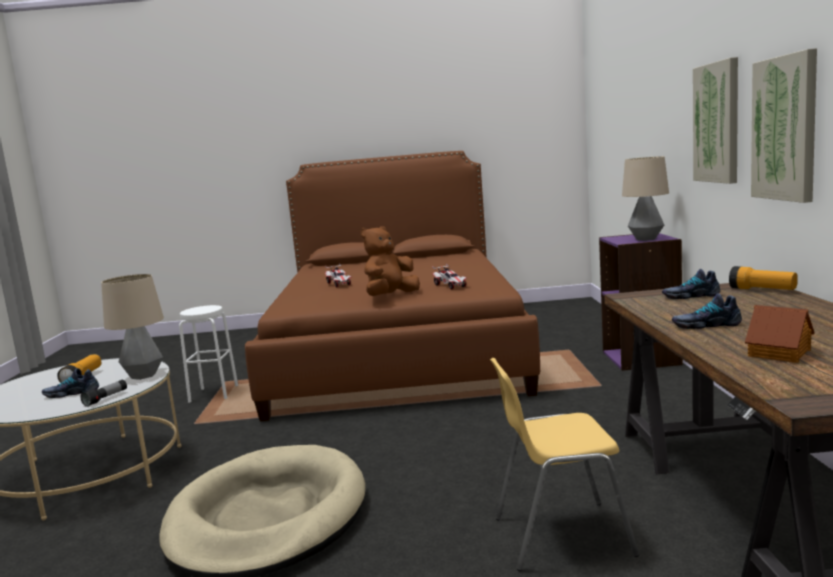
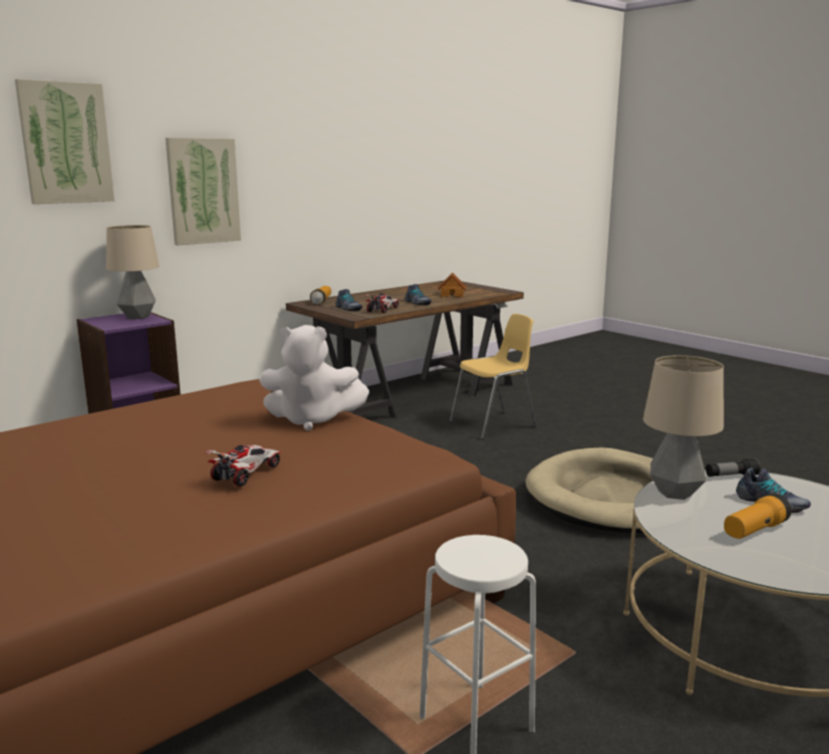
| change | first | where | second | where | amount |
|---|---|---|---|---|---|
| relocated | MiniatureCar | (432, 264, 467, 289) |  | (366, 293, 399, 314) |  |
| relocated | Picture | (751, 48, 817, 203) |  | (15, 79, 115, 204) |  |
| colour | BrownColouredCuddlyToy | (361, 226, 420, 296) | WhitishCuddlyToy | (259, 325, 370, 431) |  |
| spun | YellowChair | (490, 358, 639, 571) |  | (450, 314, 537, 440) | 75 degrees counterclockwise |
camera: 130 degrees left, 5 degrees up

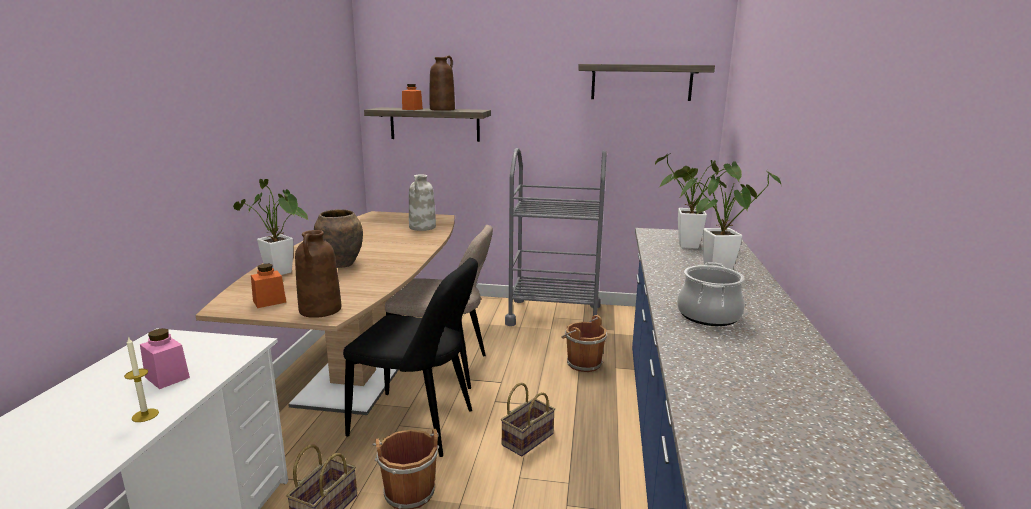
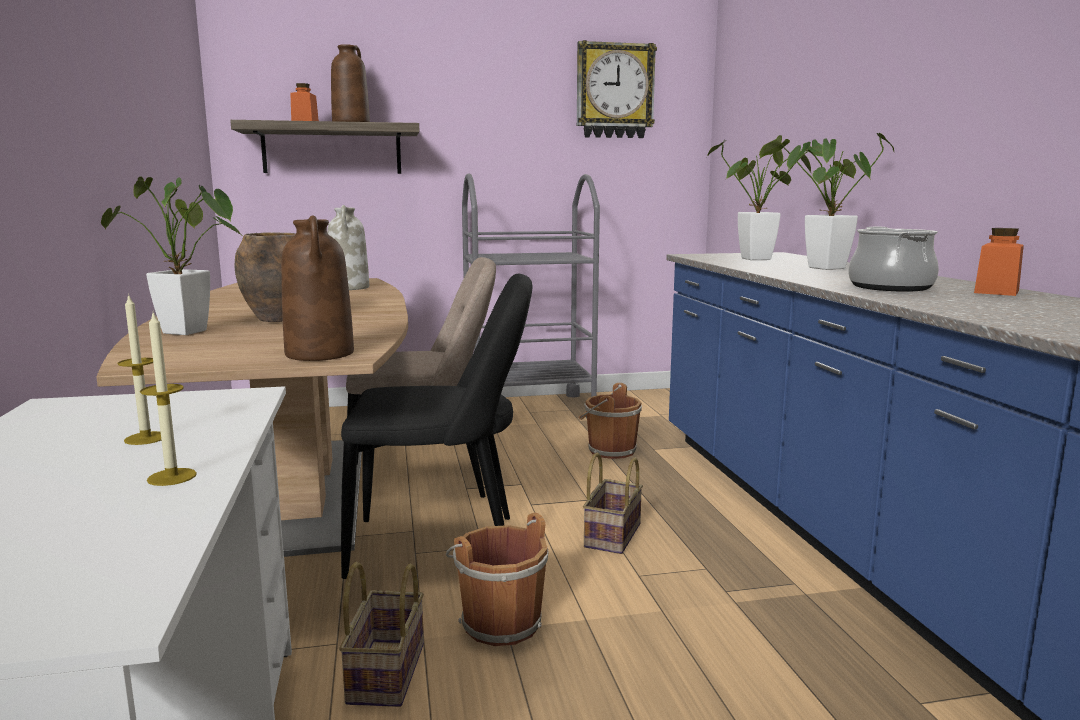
| change | first | where | second | where | amount |
|---|---|---|---|---|---|
| relocated | OrangeColouredPreserveJar | (251, 264, 286, 308) |  | (974, 228, 1024, 296) |  |
| exchanged | PinkColouredPreserveJar | (140, 328, 190, 389) | Candle | (118, 294, 162, 445) |  |
| exchanged | BracketShelf | (578, 64, 715, 101) | HangingClock | (577, 40, 657, 138) |  |
camera: 20 degrees left, 5 degrees down

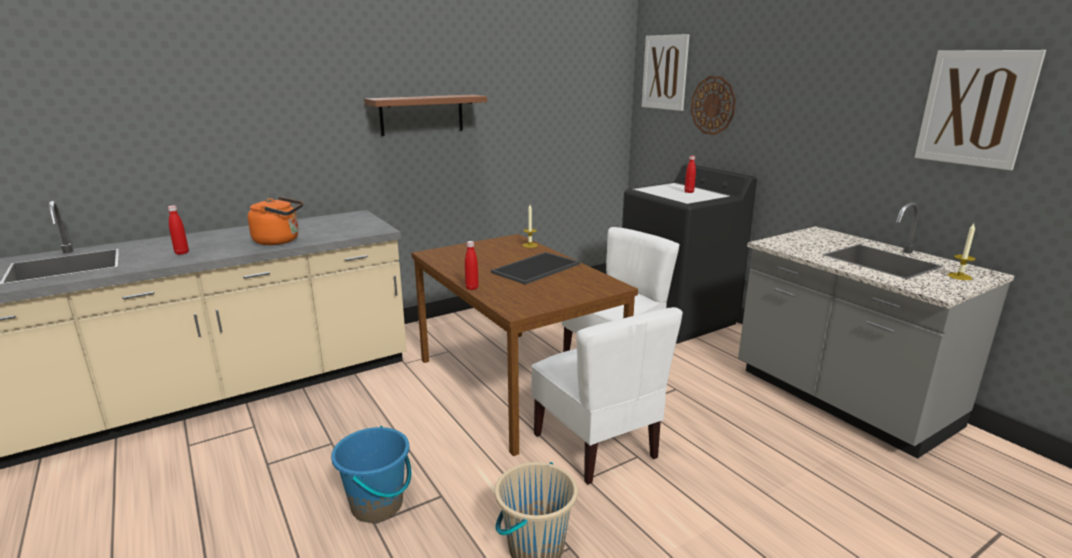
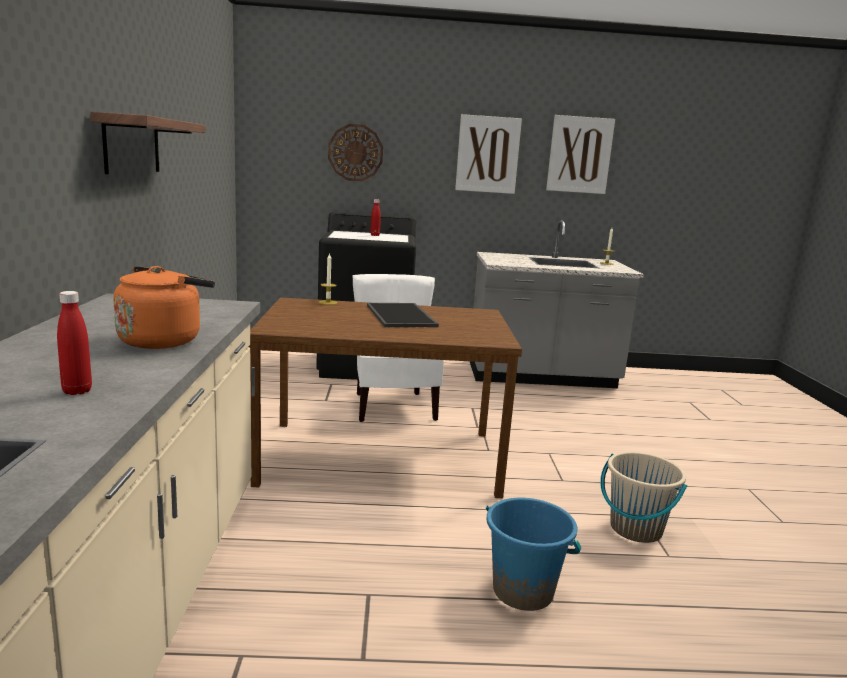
| change | first | where | second | where | amount |
|---|---|---|---|---|---|
| missing | ReddishBeverageBottle | (465, 241, 479, 290) |  |  |  |
| missing | WhitishChair | (531, 307, 683, 485) |  |  |  |
| relocated | Picture | (642, 34, 690, 111) |  | (455, 114, 522, 194) |  |
camera: 60 degrees left, 5 degrees down

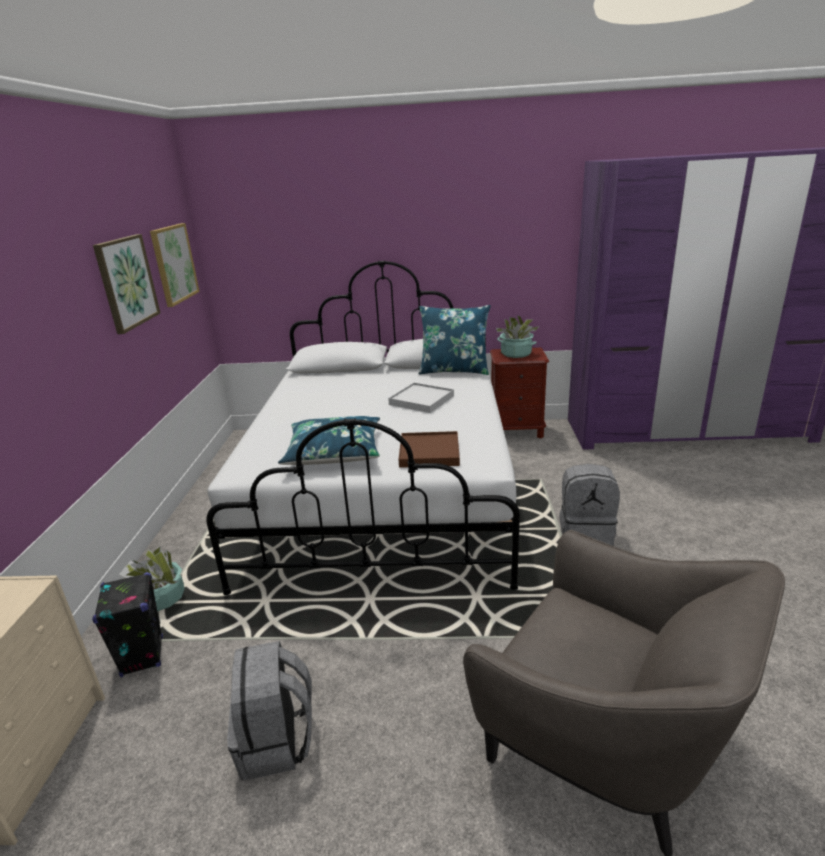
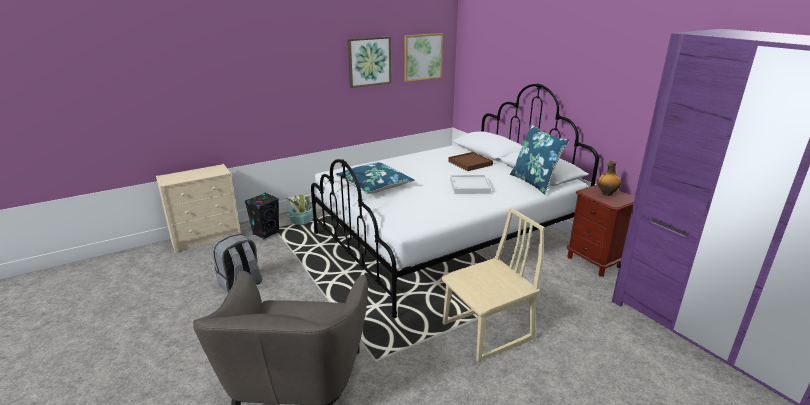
| change | first | where | second | where | amount |
|---|---|---|---|---|---|
| relocated | BrownColouredTray | (398, 431, 460, 468) |  | (448, 152, 493, 171) |  |
| exchanged | PottedPlant | (496, 315, 540, 358) | BeverageBottle | (597, 161, 621, 196) |  |
| exchanged | GreyBackpack | (559, 464, 620, 546) | SandColouredChair | (441, 208, 545, 362) |  |
camera: 55 degrees right, 0 degrees up

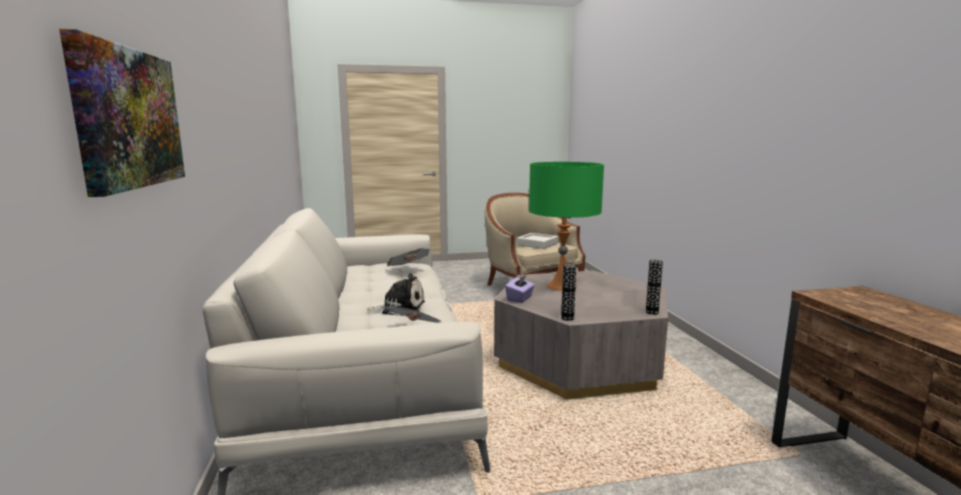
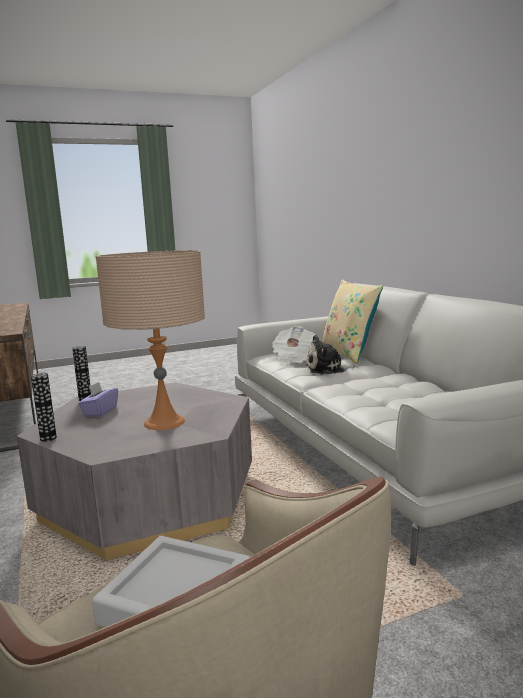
| change | first | where | second | where | amount |
|---|---|---|---|---|---|
| missing | Picture | (59, 29, 185, 197) |  |  |  |
| missing | Newspaper | (387, 248, 430, 266) |  |  |  |
| appeared |  |  | SandColouredPillow | (322, 279, 383, 364) |  |
| relocated | PurplishTissueHolder | (505, 274, 535, 303) |  | (78, 382, 118, 417) |  |
| relocated | Vase | (561, 264, 576, 321) |  | (31, 373, 57, 442) |  |
| colour | GreenTableLamp | (529, 162, 604, 291) | SandColouredTableLamp | (96, 250, 205, 430) |  |
camera: 170 degrees right, 0 degrees up

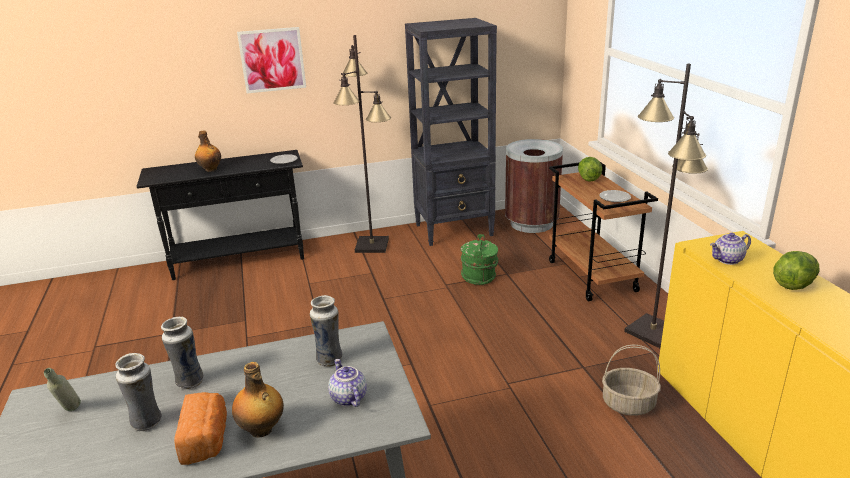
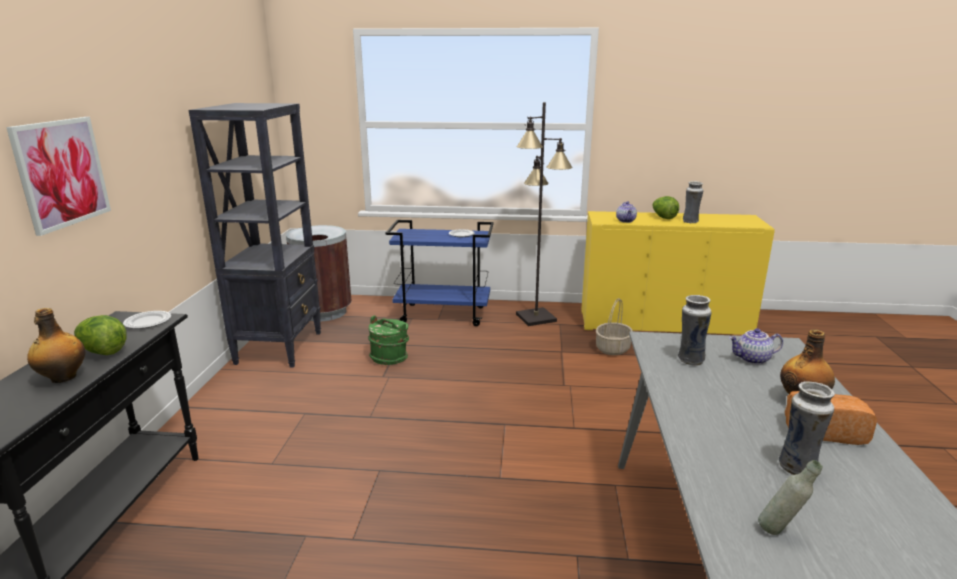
| change | first | where | second | where | amount |
|---|---|---|---|---|---|
| missing | BlackColouredFloorLamp | (333, 35, 391, 253) |  |  |  |
| relocated | Vase | (161, 317, 204, 389) |  | (683, 181, 703, 223) |  |
| relocated | HeadOfLettuce | (578, 157, 602, 182) |  | (74, 315, 127, 355) |  |
| colour | BrownColouredTrolley | (549, 162, 658, 301) | BlueColouredTrolley | (385, 220, 494, 326) |  |
camera: 70 degrees left, 5 degrees down

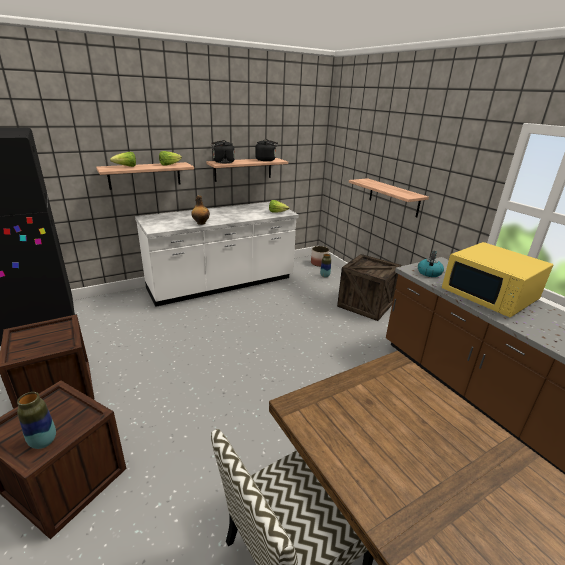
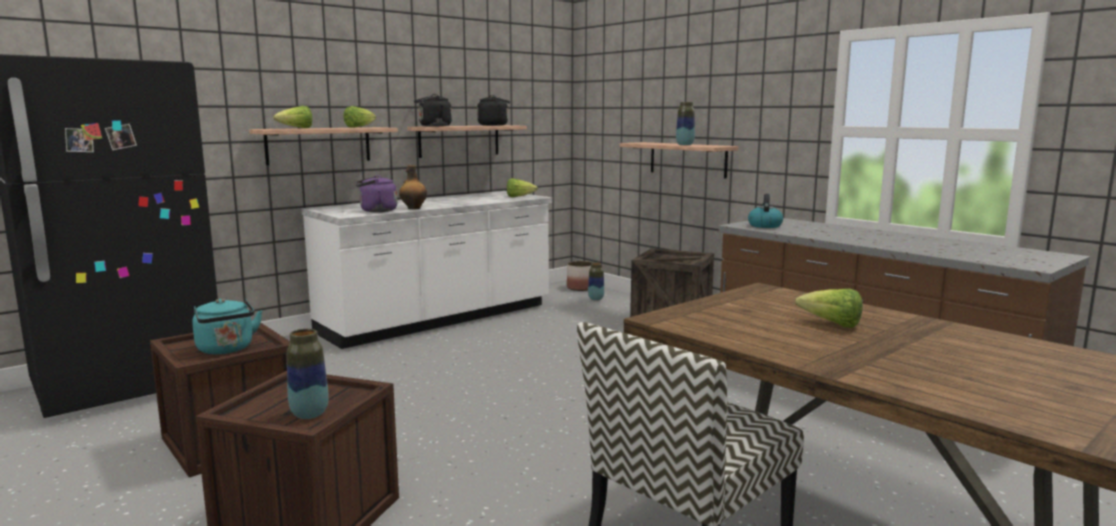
| change | first | where | second | where | amount |
|---|---|---|---|---|---|
| missing | YellowMicrowaveOven | (442, 242, 553, 317) |  |  |  |
| appeared |  |  | TurquoiseWaterKettle | (192, 298, 262, 354) |  |
| appeared |  |  | PurplishWaterKettle | (356, 175, 397, 212) |  |
| appeared |  |  | Vase | (676, 102, 695, 145) |  |
| appeared |  |  | HeadOfLettuce | (795, 289, 863, 328) |  |
camera: 10 degrees left, 15 degrees down

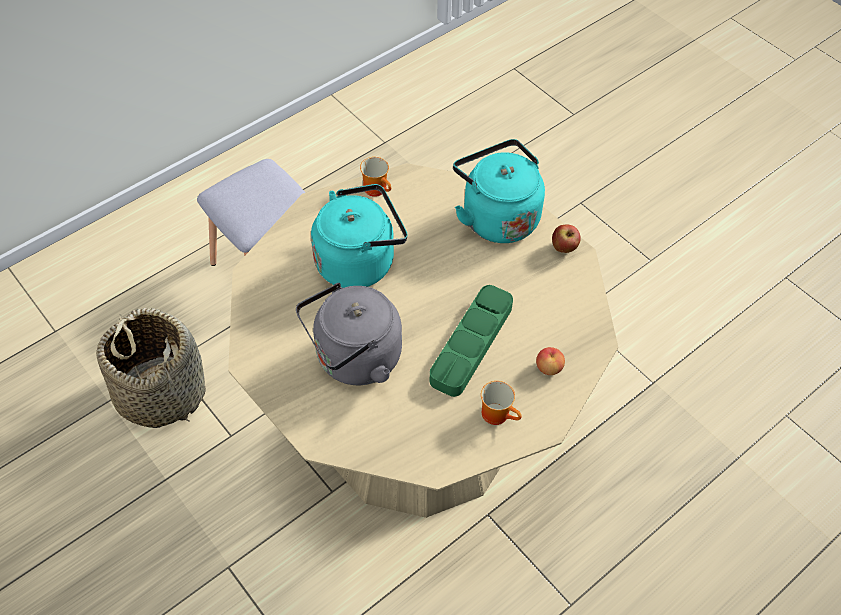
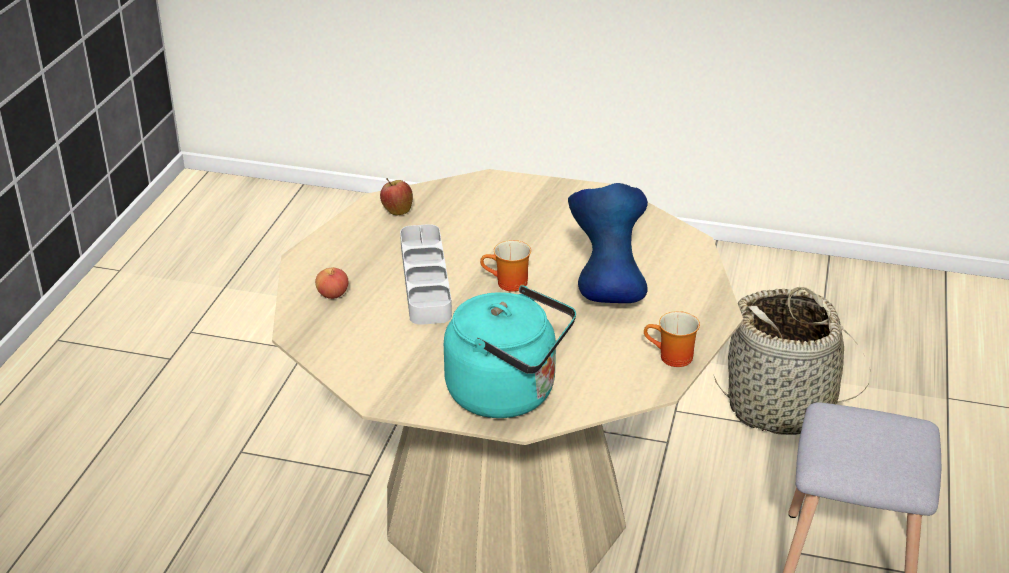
| change | first | where | second | where | amount |
|---|---|---|---|---|---|
| missing | GreyWaterKettle | (296, 283, 402, 385) |  |  |  |
| relocated | TeaMug | (481, 381, 522, 425) |  | (480, 240, 531, 292) |  |
| relocated | Apple | (552, 224, 581, 253) |  | (380, 178, 413, 215) |  |
| exchanged | TurquoiseWaterKettle | (311, 184, 408, 288) | BlueColouredVase | (568, 183, 648, 303) |  |
| colour | GreenTray | (430, 285, 513, 397) | GreyTray | (400, 224, 452, 325) |  |
camera: 145 degrees right, 20 degrees down

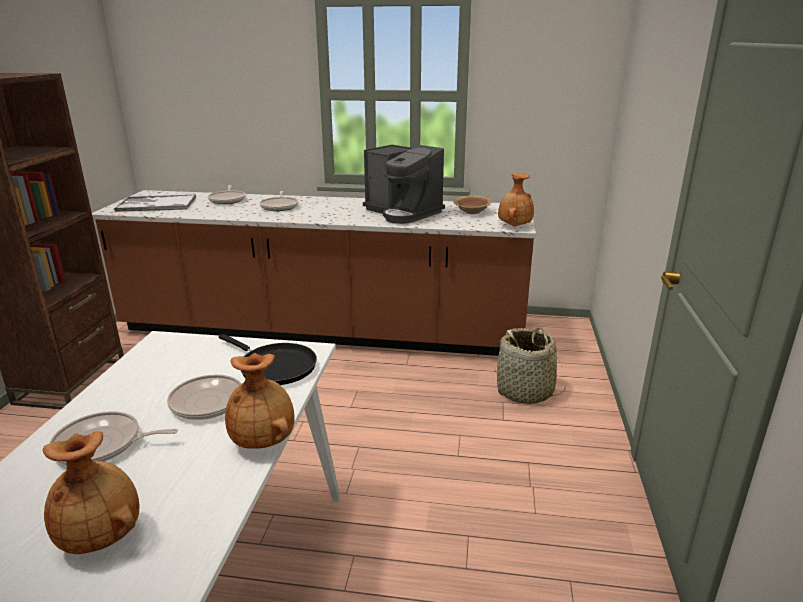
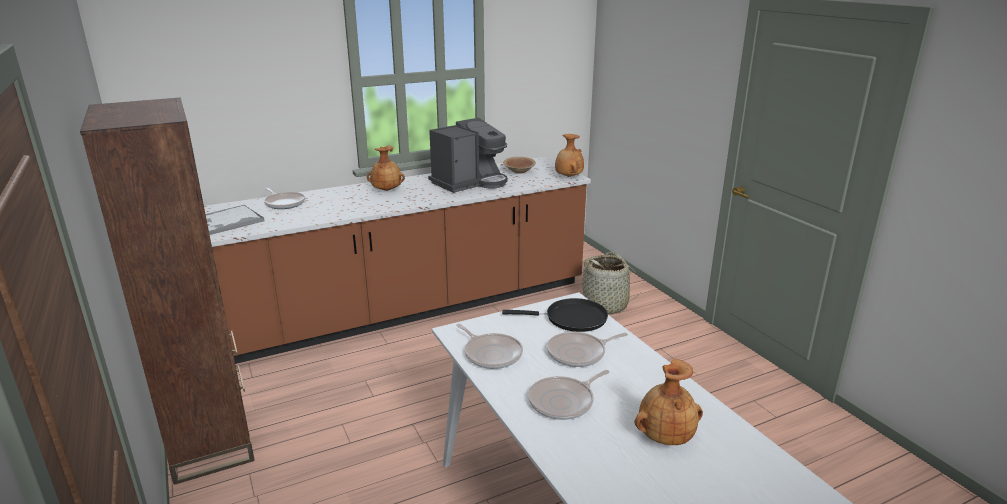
| change | first | where | second | where | amount |
|---|---|---|---|---|---|
| relocated | BrownColouredVase | (225, 353, 295, 449) |  | (367, 145, 405, 191) |  |
| relocated | Skillet | (260, 191, 299, 211) |  | (456, 324, 523, 369) |  |
| spun | CoffeeMaker | (363, 145, 445, 224) |  | (428, 118, 507, 193) | 45 degrees counterclockwise |
camera: 35 degrees left, 0 degrees up

